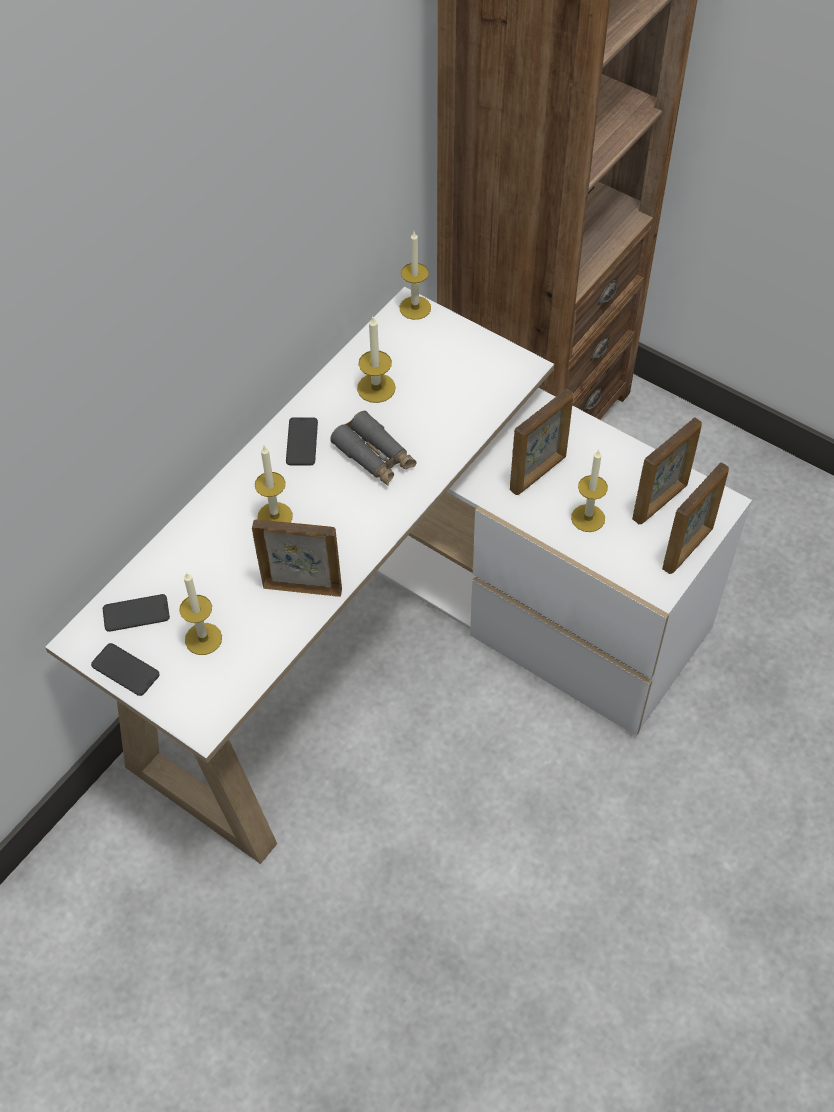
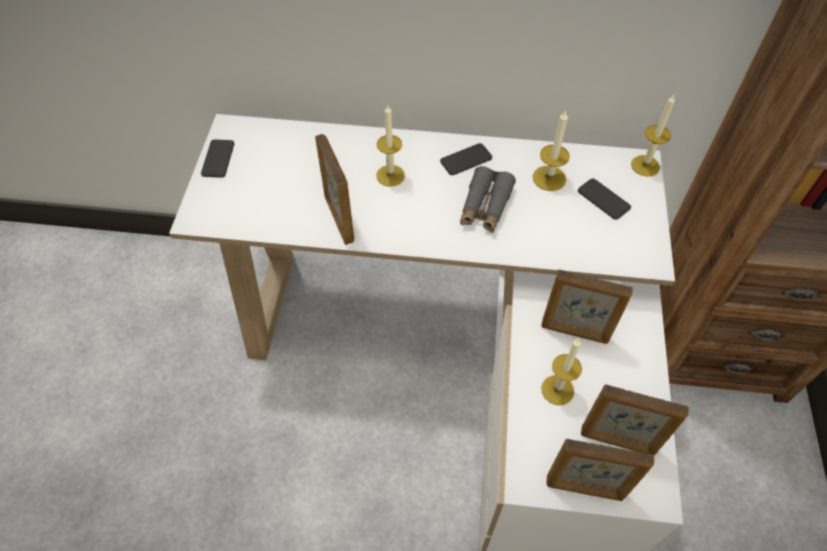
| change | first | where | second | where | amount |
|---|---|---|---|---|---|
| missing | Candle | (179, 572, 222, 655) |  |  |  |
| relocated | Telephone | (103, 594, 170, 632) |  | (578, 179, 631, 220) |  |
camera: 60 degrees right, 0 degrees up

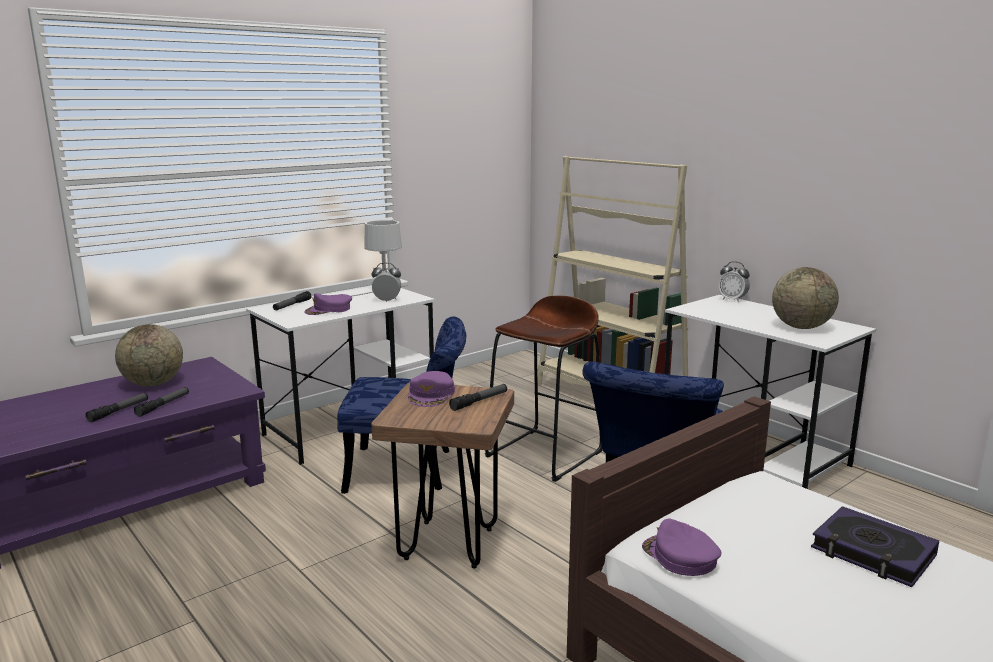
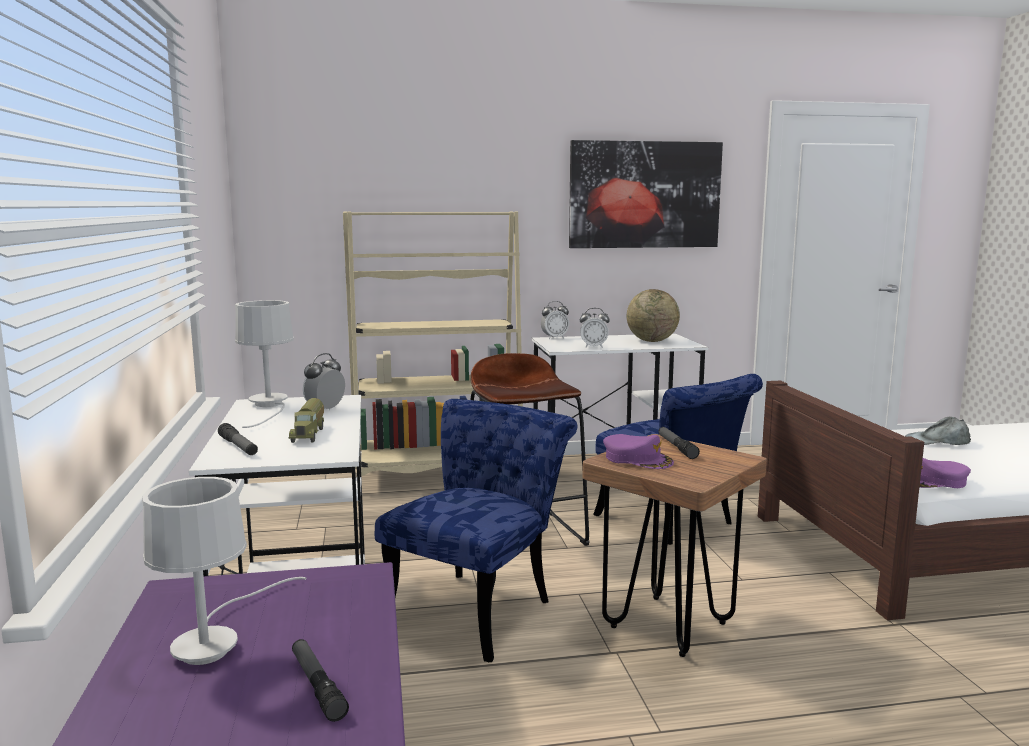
| change | first | where | second | where | amount |
|---|---|---|---|---|---|
| missing | Torch | (134, 387, 189, 417) |  |  |  |
| appeared |  |  | Picture | (569, 140, 723, 248) |  |
| appeared |  |  | AlarmClock | (580, 308, 610, 348) |  |
| exchanged | WorldGlobe | (115, 324, 183, 387) | WhitishTableLamp | (142, 477, 306, 665) |  |
| exchanged | PurplishPeakedCap | (304, 293, 352, 315) | ModelTruck | (288, 398, 324, 443) |  |
| exchanged | Volume | (811, 506, 939, 587) | GreyPeakedCap | (905, 417, 971, 445) |  |
camera: 60 degrees left, 5 degrees down

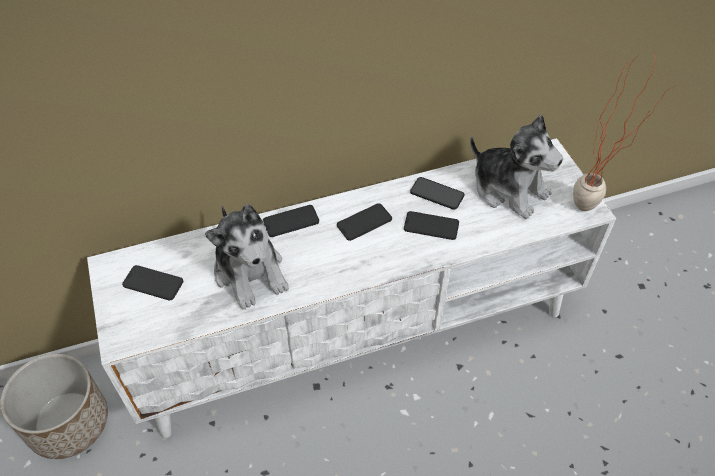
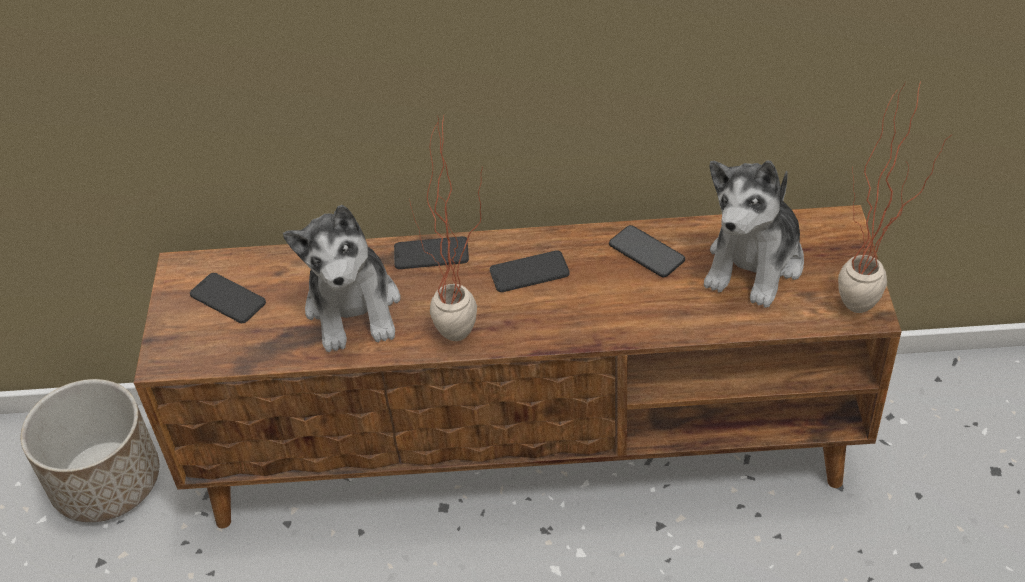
| change | first | where | second | where | amount |
|---|---|---|---|---|---|
| missing | Telephone | (404, 211, 459, 240) |  |  |  |
| appeared |  |  | PottedPlant | (410, 116, 483, 341) |  |
| colour | WhitishMediaConsole | (87, 138, 616, 438) | BrownColouredMediaConsole | (134, 205, 902, 528) |  |
| spun | CuddlyToy | (470, 115, 563, 219) |  | (704, 160, 804, 308) | 60 degrees clockwise |
camera: 20 degrees right, 5 degrees down

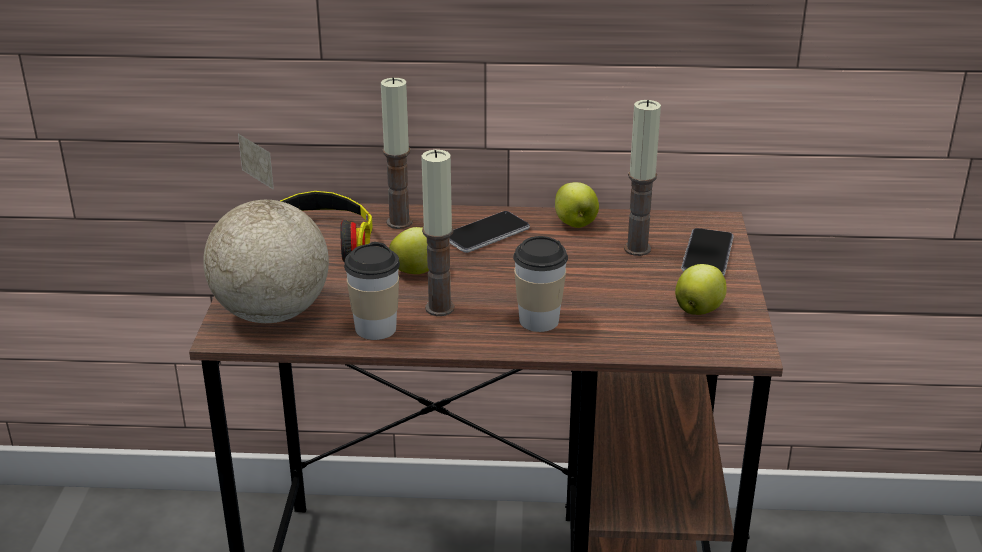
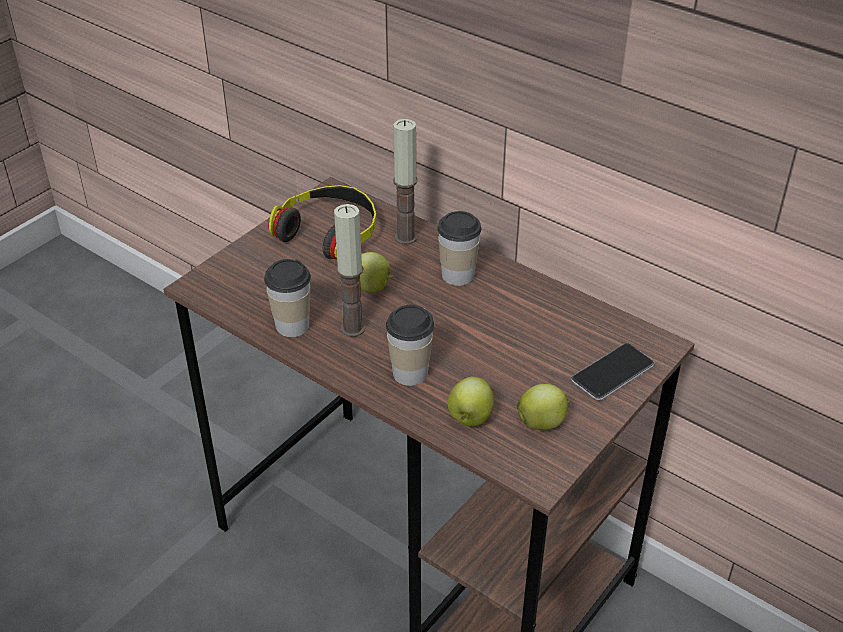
| change | first | where | second | where | amount |
|---|---|---|---|---|---|
| missing | WorldGlobe | (203, 134, 329, 323) |  |  |  |
| missing | Candle | (624, 100, 661, 256) |  |  |  |
| relocated | Apple | (555, 182, 599, 228) |  | (448, 376, 494, 426) |  |
| exchanged | Telephone | (449, 211, 530, 253) | DrinkingCup | (438, 211, 481, 286) |  |
camera: 35 degrees right, 10 degrees up

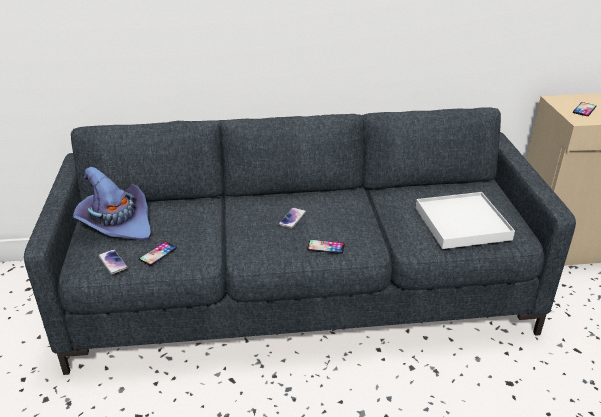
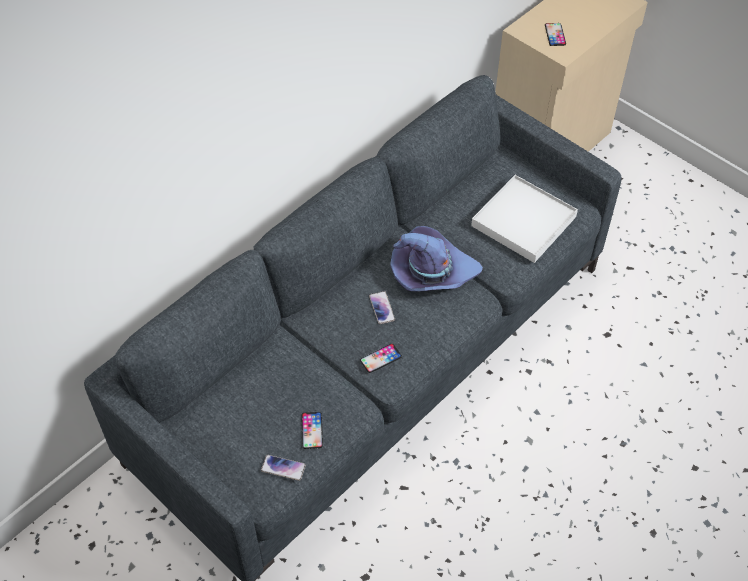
| change | first | where | second | where | amount |
|---|---|---|---|---|---|
| relocated | PurplishClothingHat | (73, 167, 151, 241) |  | (390, 226, 483, 292) |  |
| relocated | Telephone | (307, 239, 345, 254) |  | (360, 344, 402, 373) |  |
camera: 40 degrees left, 20 degrees up

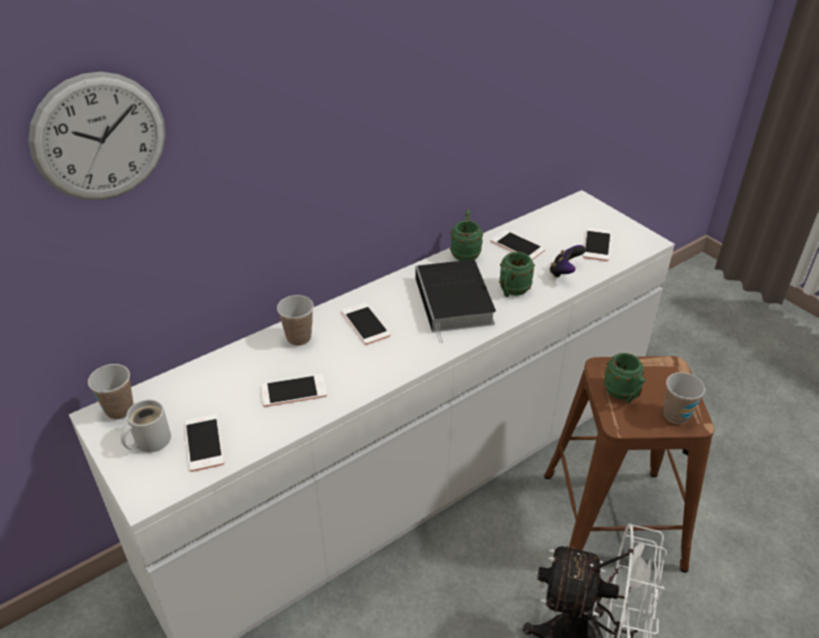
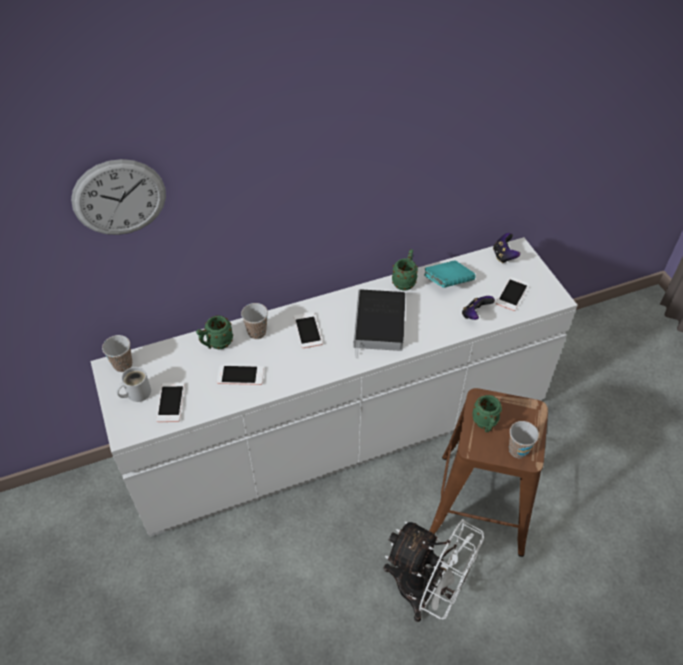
| change | first | where | second | where | amount |
|---|---|---|---|---|---|
| appeared |  |  | Gamepad | (493, 233, 520, 263) |  |
| relocated | GreenTeaMug | (499, 252, 535, 297) |  | (196, 316, 233, 349) |  |
| exchanged | Telephone | (490, 230, 545, 260) | TurquoiseVolume | (424, 261, 476, 288) |  |
camera: 15 degrees right, 10 degrees up

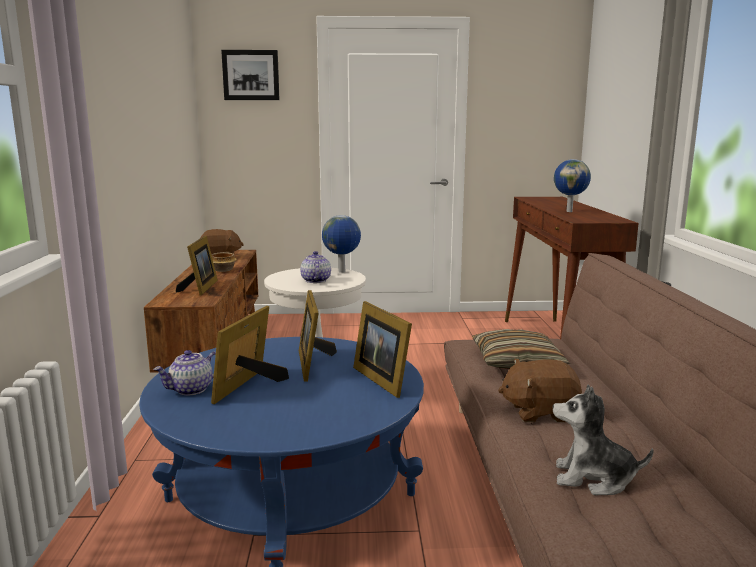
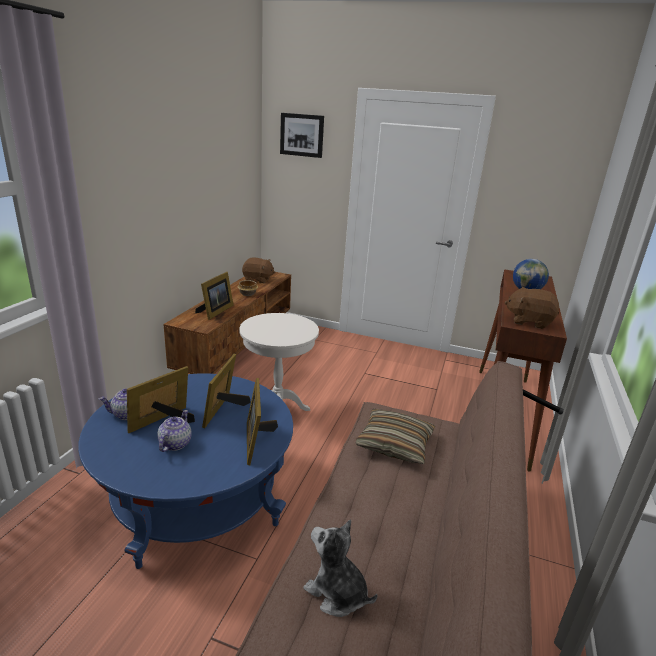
| change | first | where | second | where | amount |
|---|---|---|---|---|---|
| missing | WorldGlobe | (322, 215, 361, 273) |  |  |  |
| relocated | Teapot | (300, 251, 331, 283) |  | (157, 410, 192, 452) |  |
| relocated | BrownColouredCuddlyToy | (498, 359, 582, 422) |  | (504, 287, 559, 329) |  |
camera: 20 degrees right, 10 degrees up

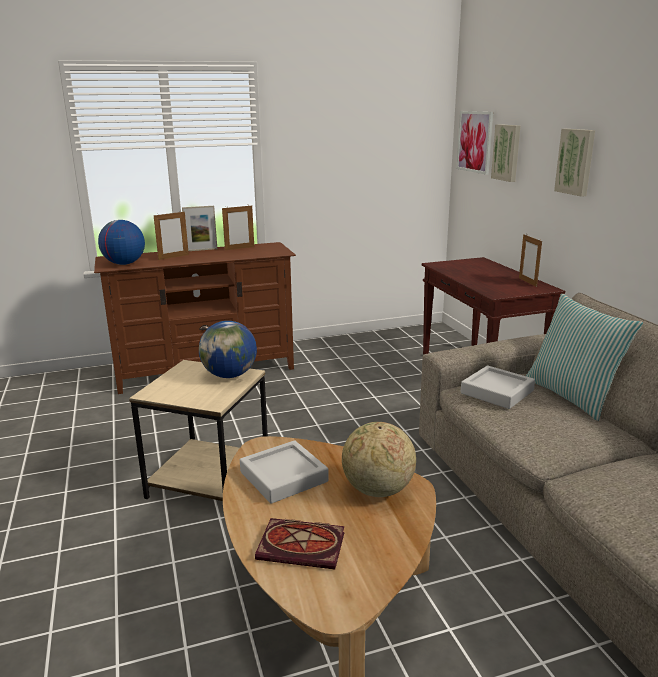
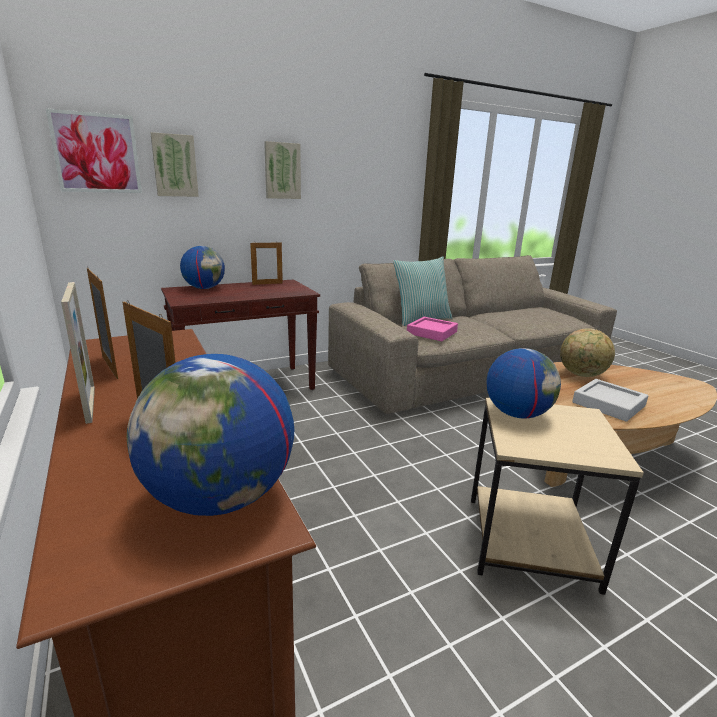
| change | first | where | second | where | amount |
|---|---|---|---|---|---|
| missing | Volume | (255, 518, 344, 569) |  |  |  |
| appeared |  |  | WorldGlobe | (180, 246, 225, 289) |  |
| colour | GreyTray | (461, 365, 535, 409) | PinkColouredTray | (407, 317, 458, 341) |  |
camera: 100 degrees left, 0 degrees up

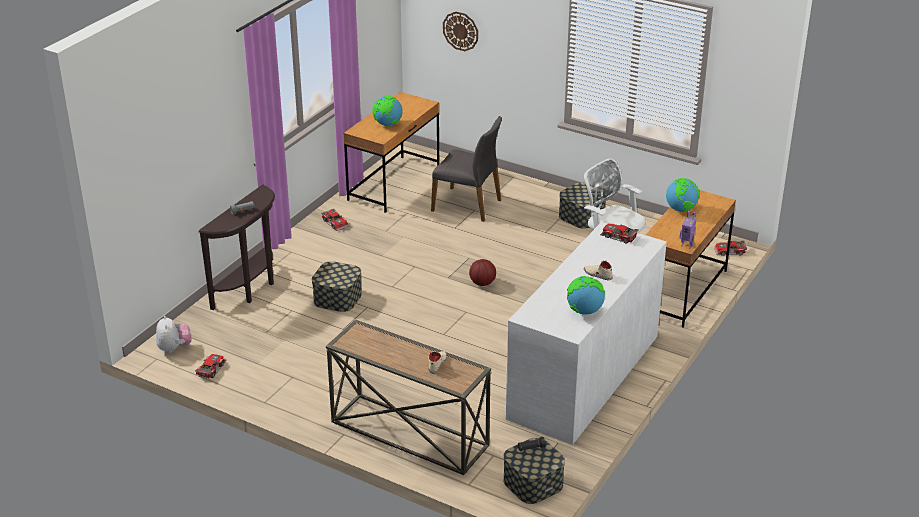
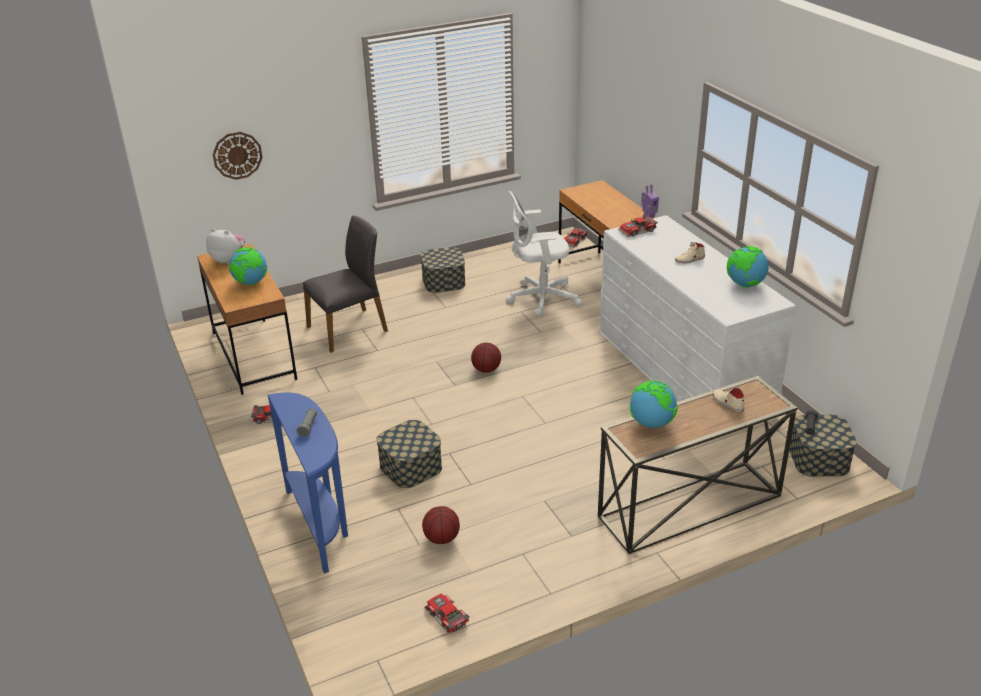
| change | first | where | second | where | amount |
|---|---|---|---|---|---|
| appeared |  |  | Basketball | (422, 506, 460, 544) |  |
| relocated | CuddlyToy | (156, 316, 191, 353) |  | (206, 228, 245, 265) |  |
| relocated | WorldGlobe | (666, 178, 700, 212) |  | (629, 381, 678, 428) |  |
| colour | BrownColouredNarrowTable | (199, 184, 275, 310) | BlueColouredNarrowTable | (267, 392, 348, 574) |  |
camera: 55 degrees left, 0 degrees up

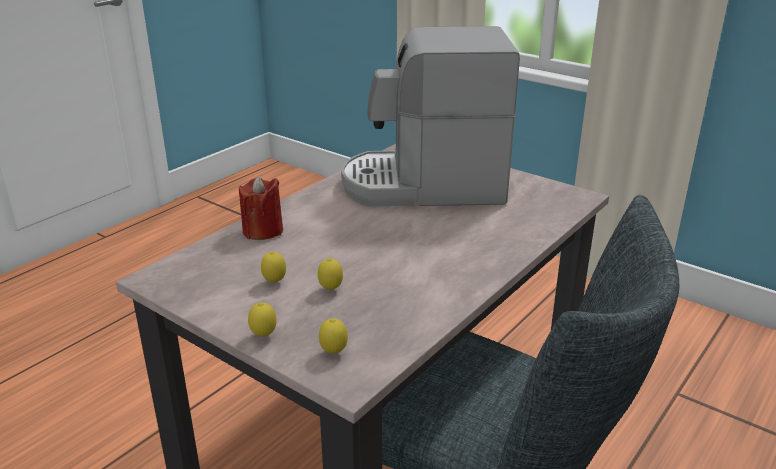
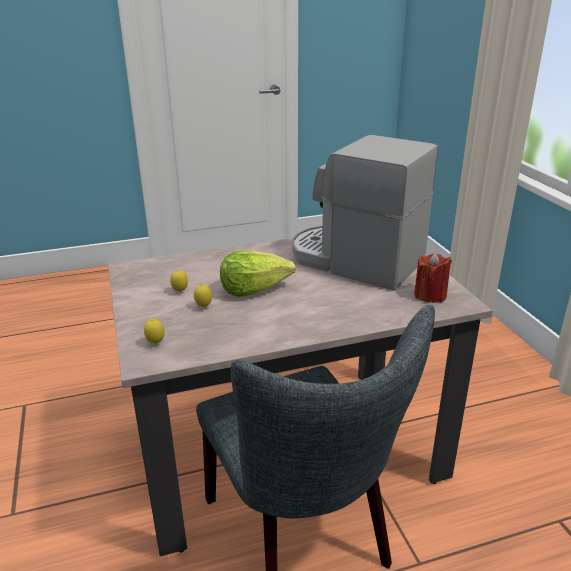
| change | first | where | second | where | amount |
|---|---|---|---|---|---|
| missing | CitrusFruit | (248, 302, 277, 337) |  |  |  |
| appeared |  |  | HeadOfLettuce | (220, 251, 296, 297) |  |
| relocated | ReddishCandle | (239, 176, 283, 240) |  | (414, 252, 452, 303) |  |
camera: 35 degrees right, 0 degrees up

